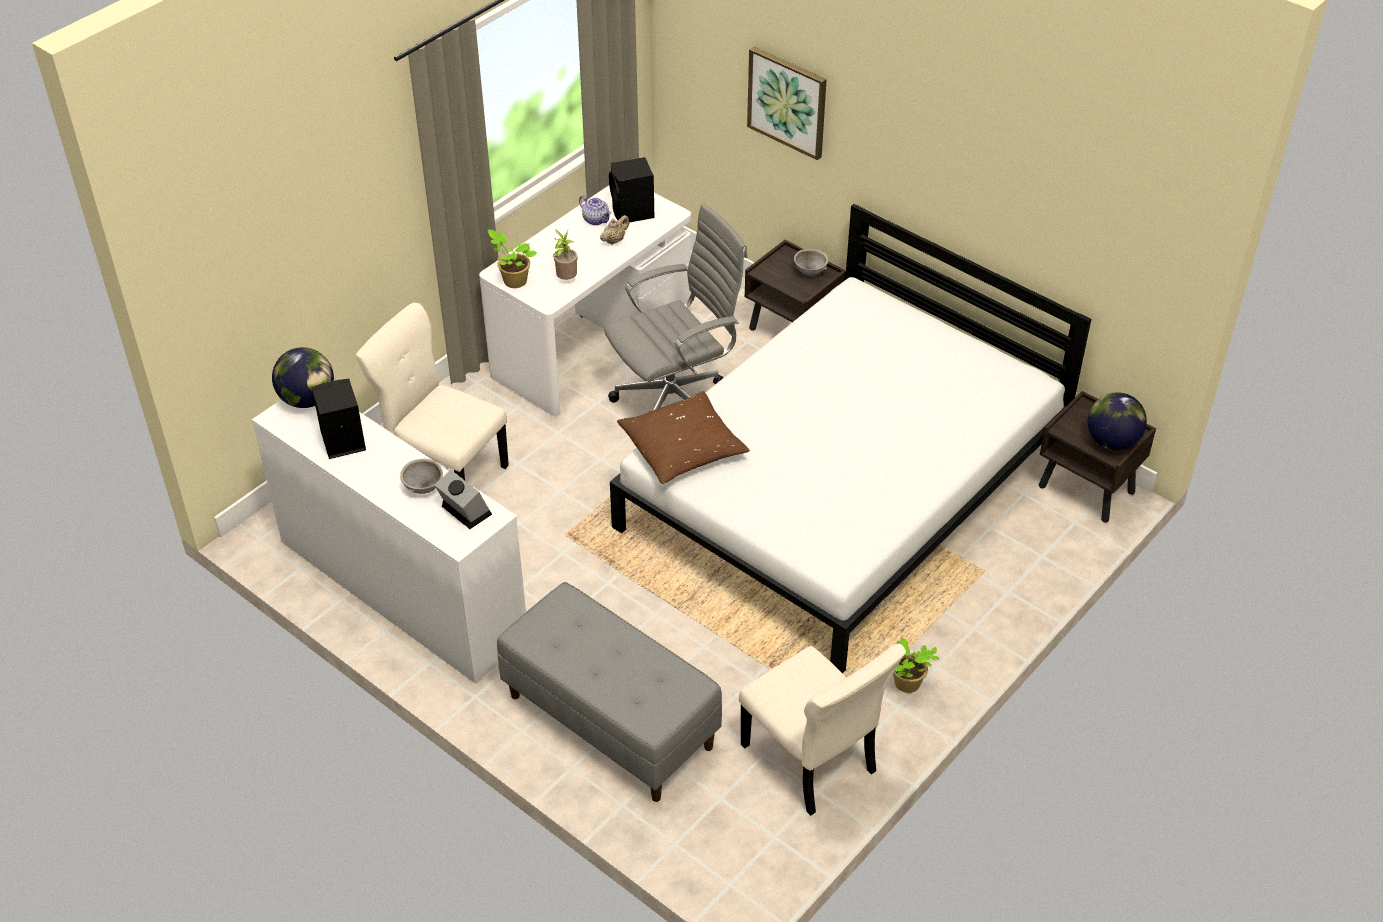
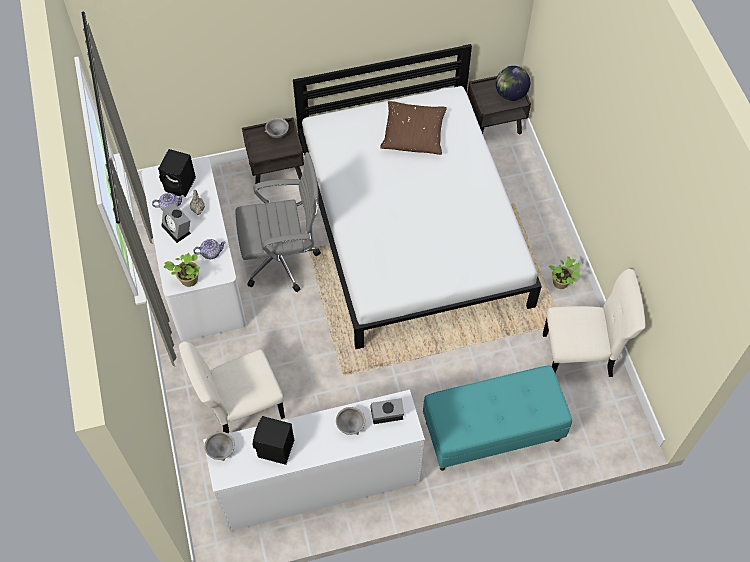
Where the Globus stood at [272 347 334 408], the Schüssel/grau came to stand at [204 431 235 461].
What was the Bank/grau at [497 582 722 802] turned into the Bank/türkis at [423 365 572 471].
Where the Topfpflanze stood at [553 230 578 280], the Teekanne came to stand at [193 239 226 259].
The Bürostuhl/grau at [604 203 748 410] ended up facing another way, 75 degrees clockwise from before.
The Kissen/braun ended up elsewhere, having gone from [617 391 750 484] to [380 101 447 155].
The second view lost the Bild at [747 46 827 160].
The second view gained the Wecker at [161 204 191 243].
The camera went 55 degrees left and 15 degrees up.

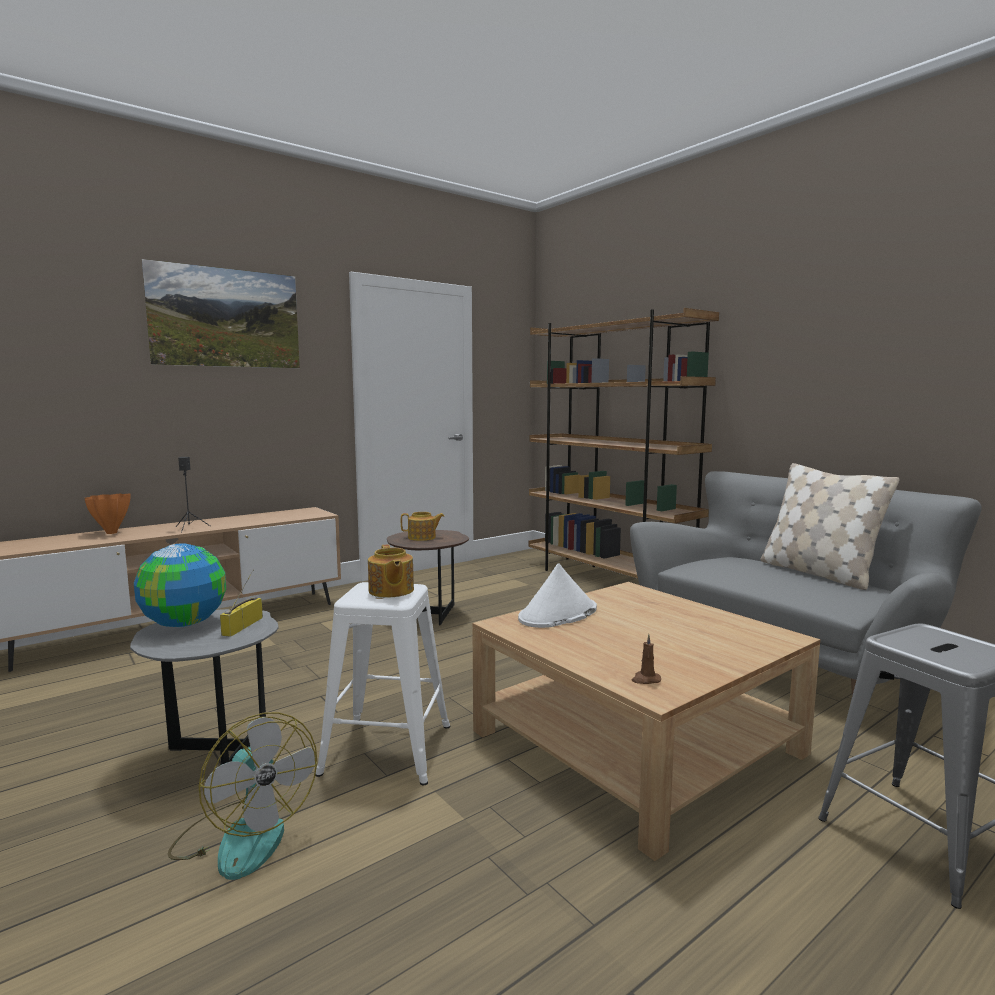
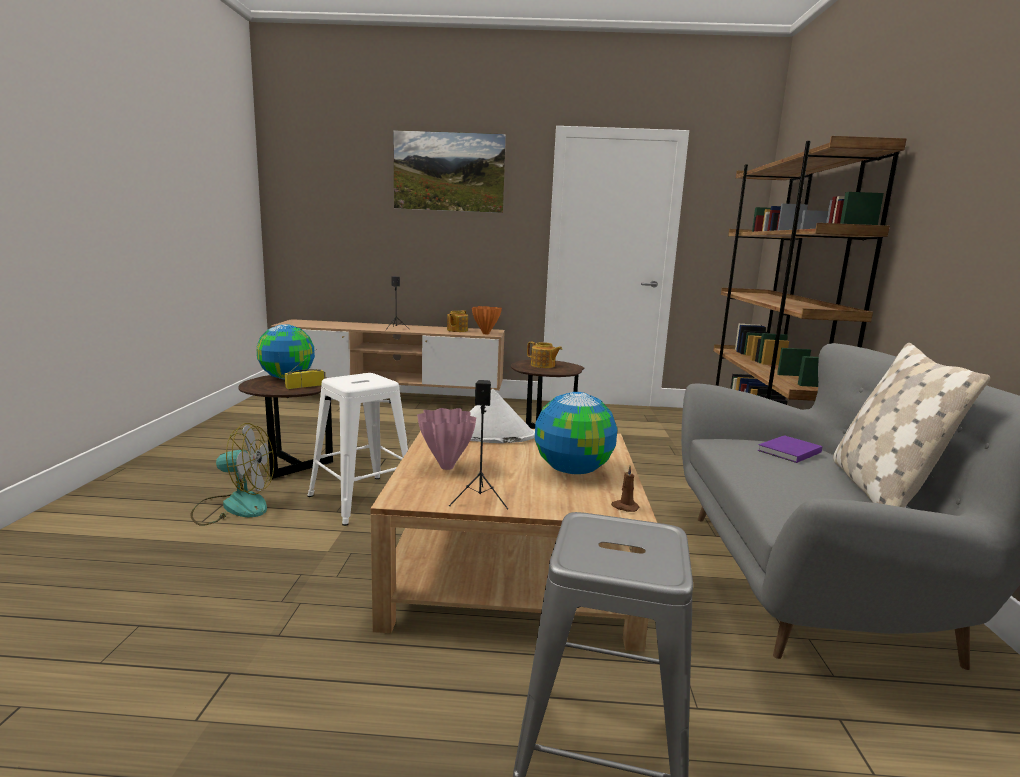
The Vase/orange ended up elsewhere, having gone from [85 494 131 534] to [472 306 502 334].
What was the Beistelltisch/grau at [130 609 279 765] turned into the Beistelltisch/braun at [238 375 333 479].
The Ventilator at [168 712 317 880] ended up facing another way, 90 degrees counterclockwise from before.
The Teekanne ended up elsewhere, having gone from [368 545 414 598] to [447 310 468 332].
The Kerze/braun ended up elsewhere, having gone from [632 634 661 684] to [611 465 639 512].
The second view gained the Vase/rosa at [417 408 476 470].
The second view gained the Lautsprecher/schwarz at [449 380 508 509].
The second view gained the Globus at [535 392 617 474].
The second view gained the Buch/lila at [758 435 822 463].
The camera went 40 degrees right and 5 degrees up.

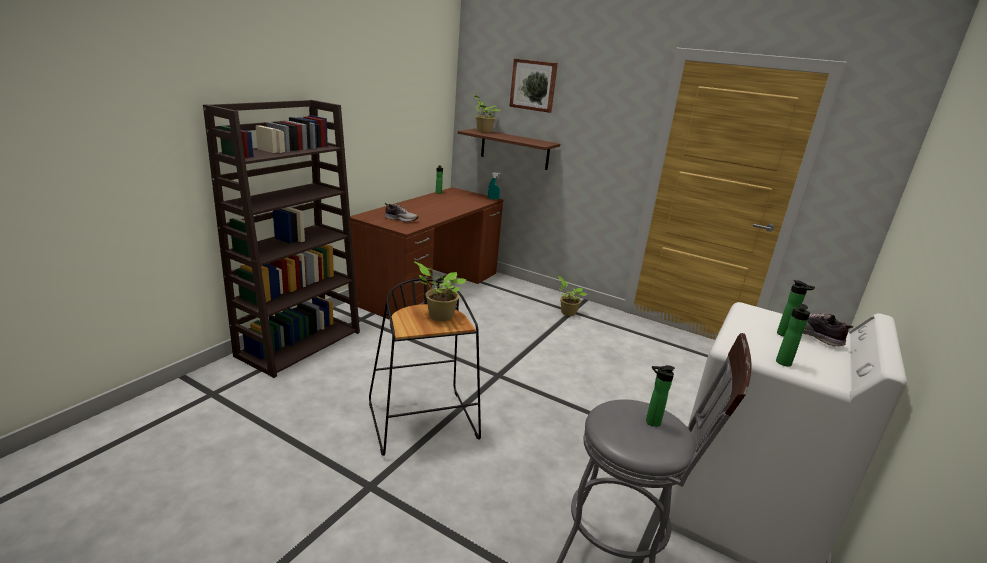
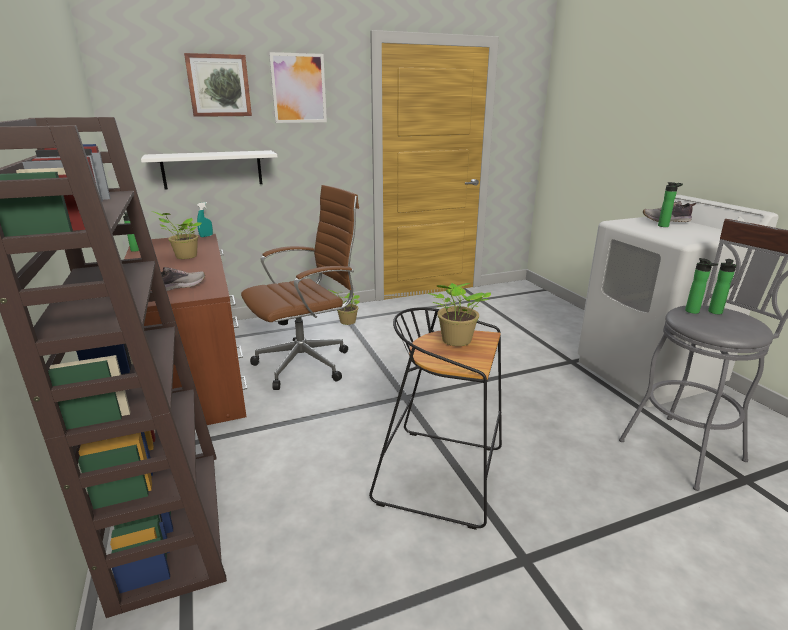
What was the Wandregal/braun at [458 128 560 170] turned into the Wandregal/weiß at [141 150 277 190].
The Topfpflanze ended up elsewhere, having gone from [473 94 500 133] to [152 211 202 259].
The Flasche ended up elsewhere, having gone from [776 304 810 367] to [685 258 718 314].
The second view gained the Bürostuhl/braun at [241 185 359 390].
The second view gained the Bild at [269 52 327 123].
The camera went 50 degrees left and 0 degrees up.

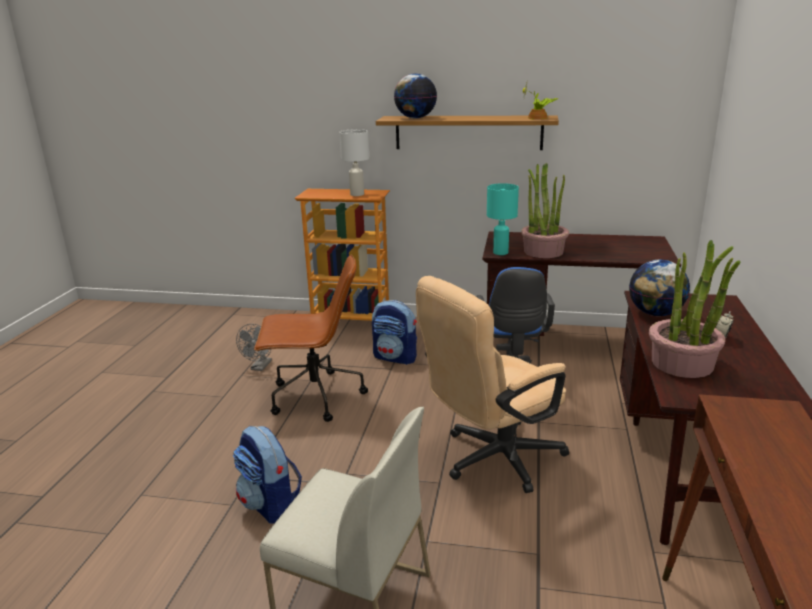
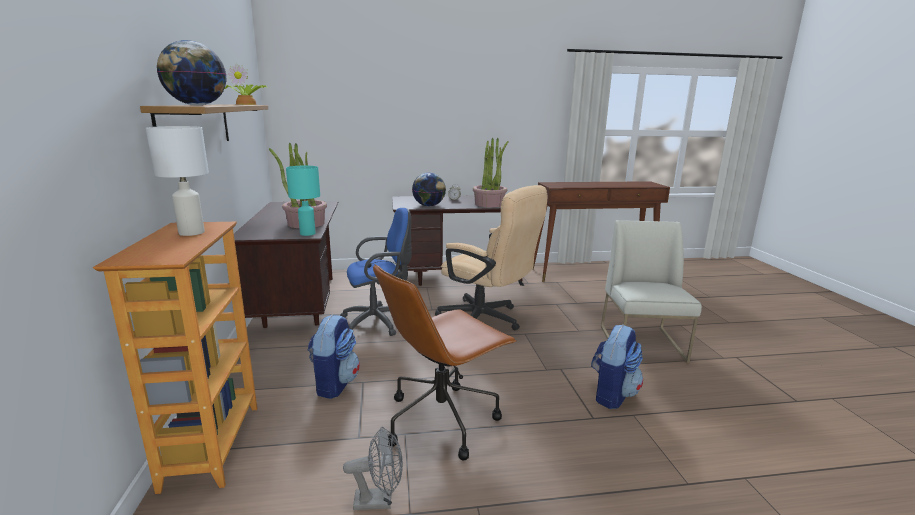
The Bürostuhl/braun at [254 255 368 422] ended up facing another way, 105 degrees counterclockwise from before.
The camera went 110 degrees left and 5 degrees down.

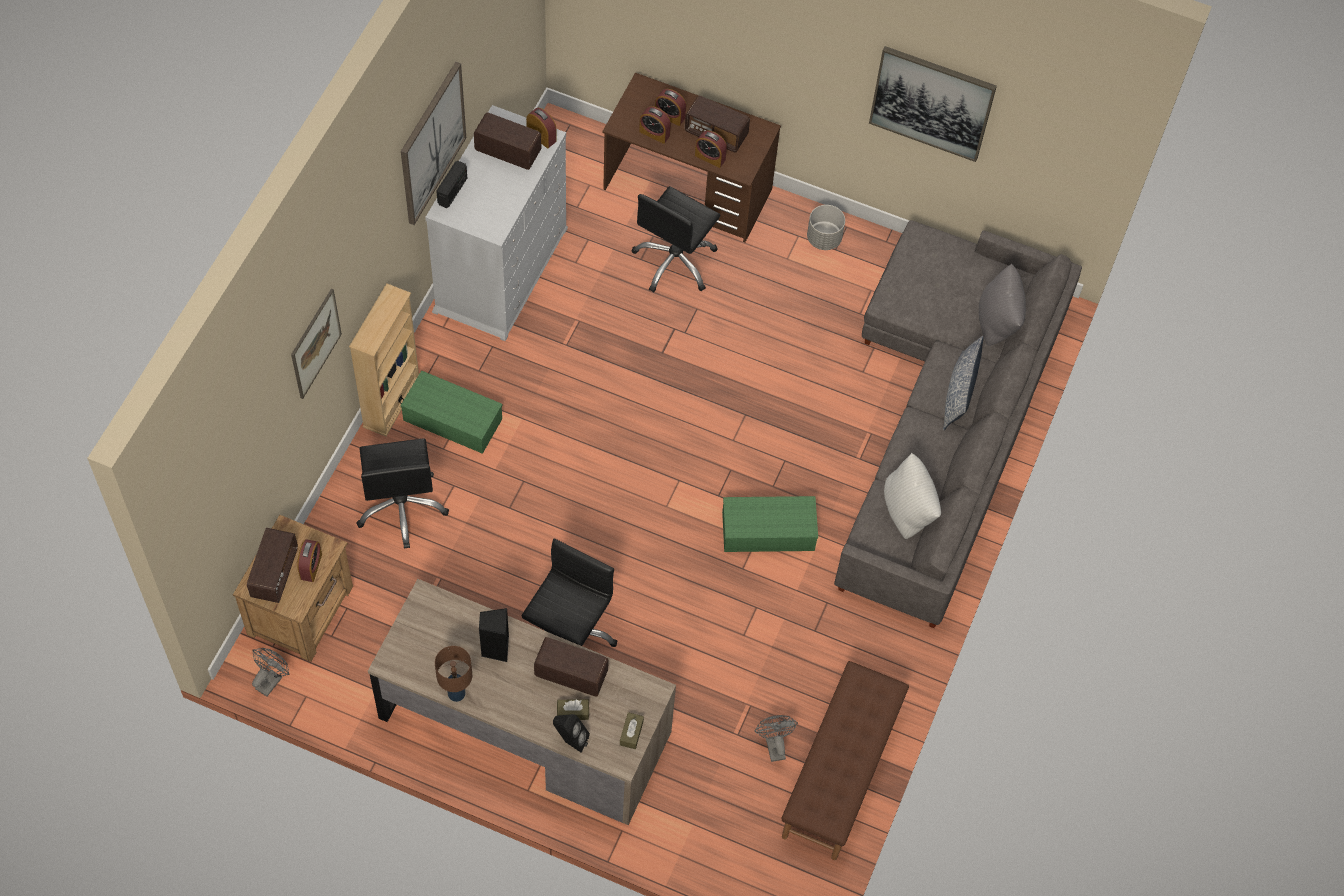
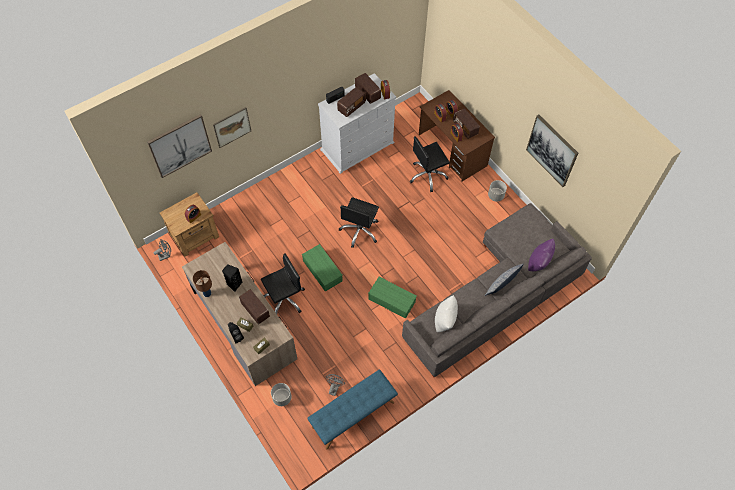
The Radio ended up elsewhere, having gone from [247 528 298 603] to [337 87 366 117].
The second view lost the Bücherregal/beige at [349 283 419 437].
The Bürostuhl/schwarz ended up elsewhere, having gone from [356 438 449 549] to [339 197 379 248].
The Bild ended up elsewhere, having gone from [401 62 466 225] to [147 114 212 178].
The Aufbewahrungsbox/grün ended up elsewhere, having gone from [401 370 502 454] to [302 244 343 292].
What was the Bank/braun at [781 661 909 860] turned into the Bank/blau at [307 369 398 449].
What was the Kissen/grau at [979 263 1026 346] turned into the Kissen/lila at [528 238 555 271].
The second view gained the Pflanzkübel/grau at [271 383 292 406].
The camera went 35 degrees right and 0 degrees up.

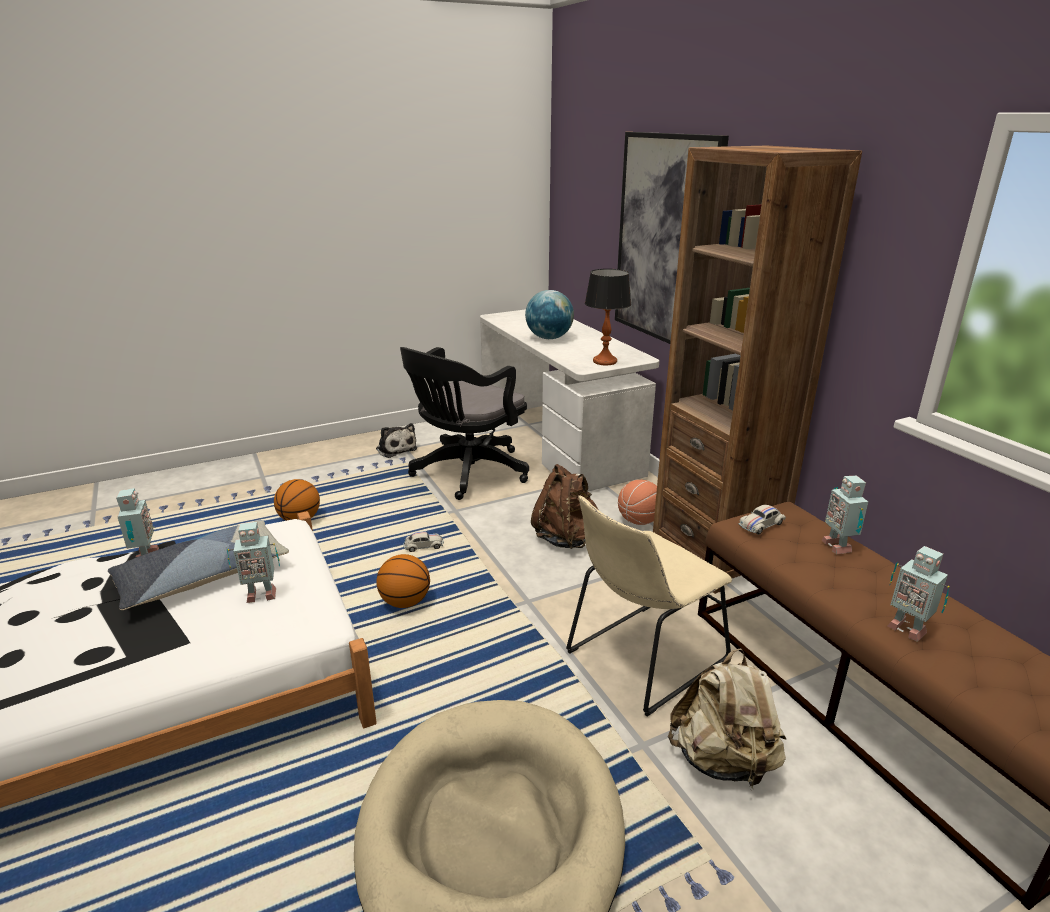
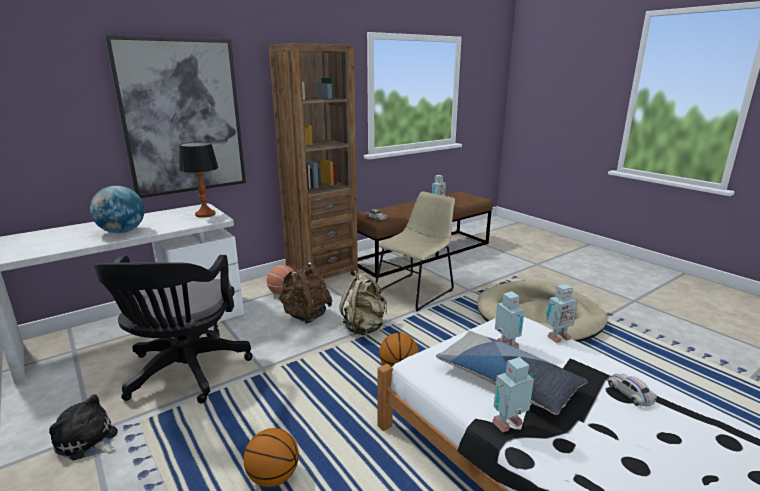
The Plüschtier at [376 423 417 458] ended up facing another way, 105 degrees counterclockwise from before.
The Bürostuhl/schwarz at [400 347 529 500] ended up facing another way, 60 degrees clockwise from before.
The Spielzeugauto/weiß ended up elsewhere, having gone from [403 531 444 552] to [606 374 657 406].
The Stuhl/beige at [566 495 732 717] ended up facing another way, 90 degrees counterclockwise from before.
The Rucksack/beige ended up elsewhere, having gone from [668 648 786 790] to [339 270 387 335].
The Spielzeugroboter ended up elsewhere, having gone from [822 476 868 554] to [546 284 578 343].
The camera went 100 degrees left and 5 degrees down.

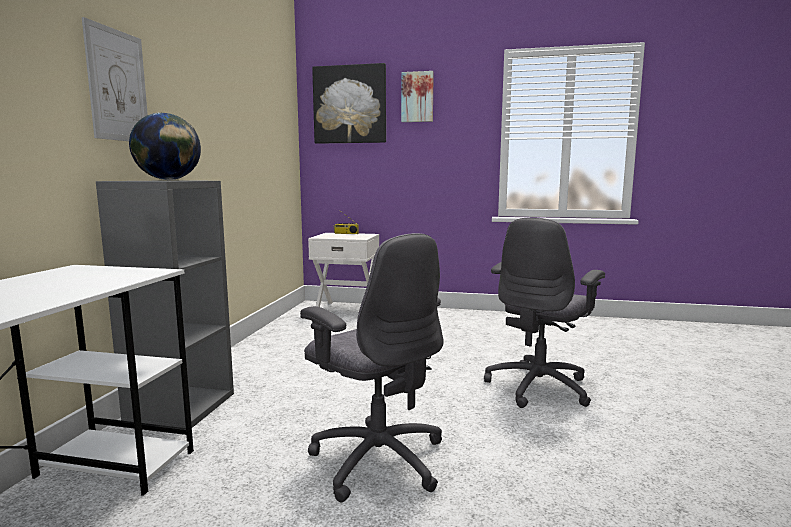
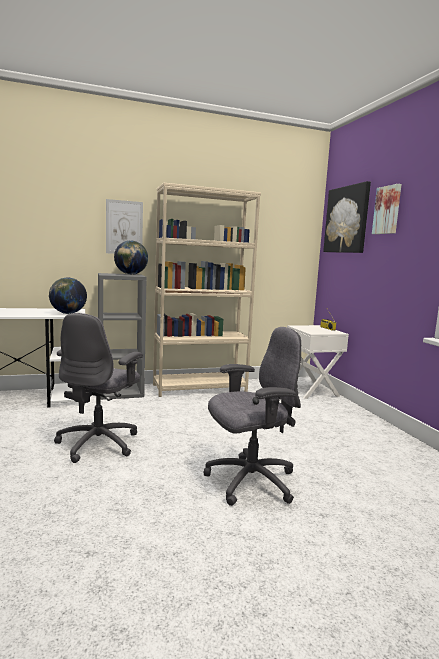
The Bürostuhl/grau at [484 217 605 408] ended up facing another way, 150 degrees clockwise from before.
The second view gained the Globus at [49 278 87 314].
The second view gained the Bücherregal/beige at [153 183 261 397].
The camera went 60 degrees right and 0 degrees up.

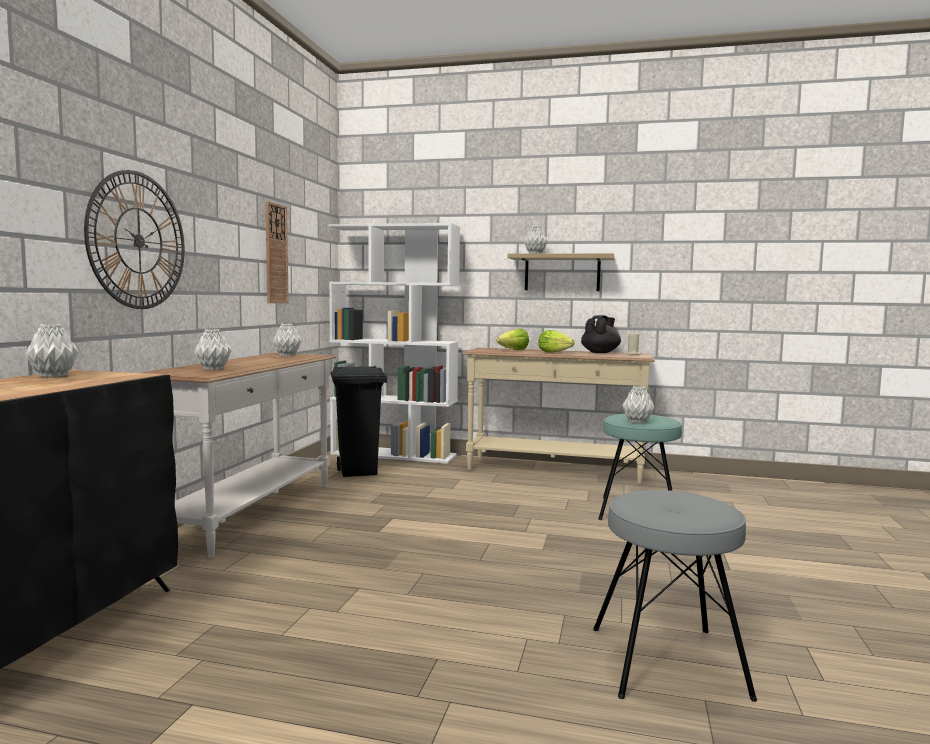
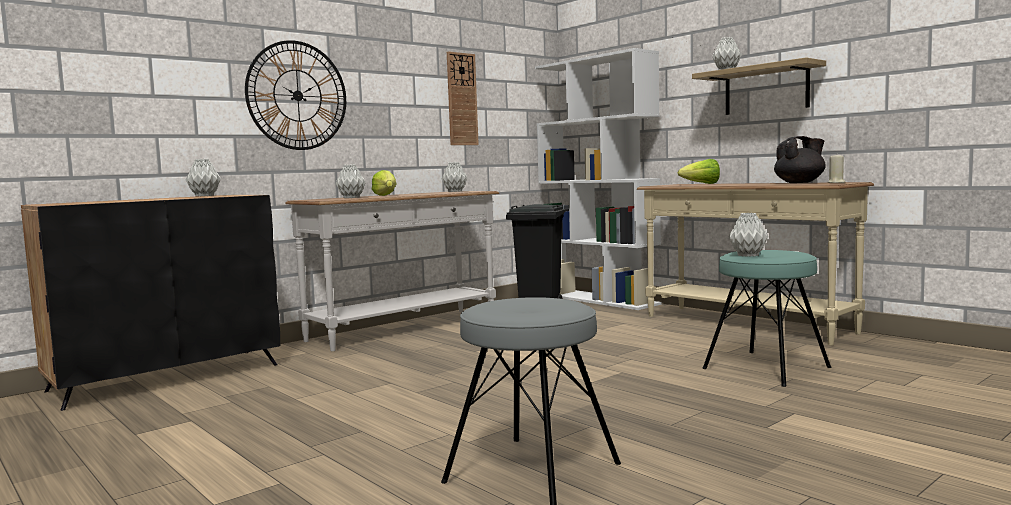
The Salatkopf ended up elsewhere, having gone from [538 330 574 353] to [372 170 397 196].
The camera went 35 degrees right and 0 degrees up.

